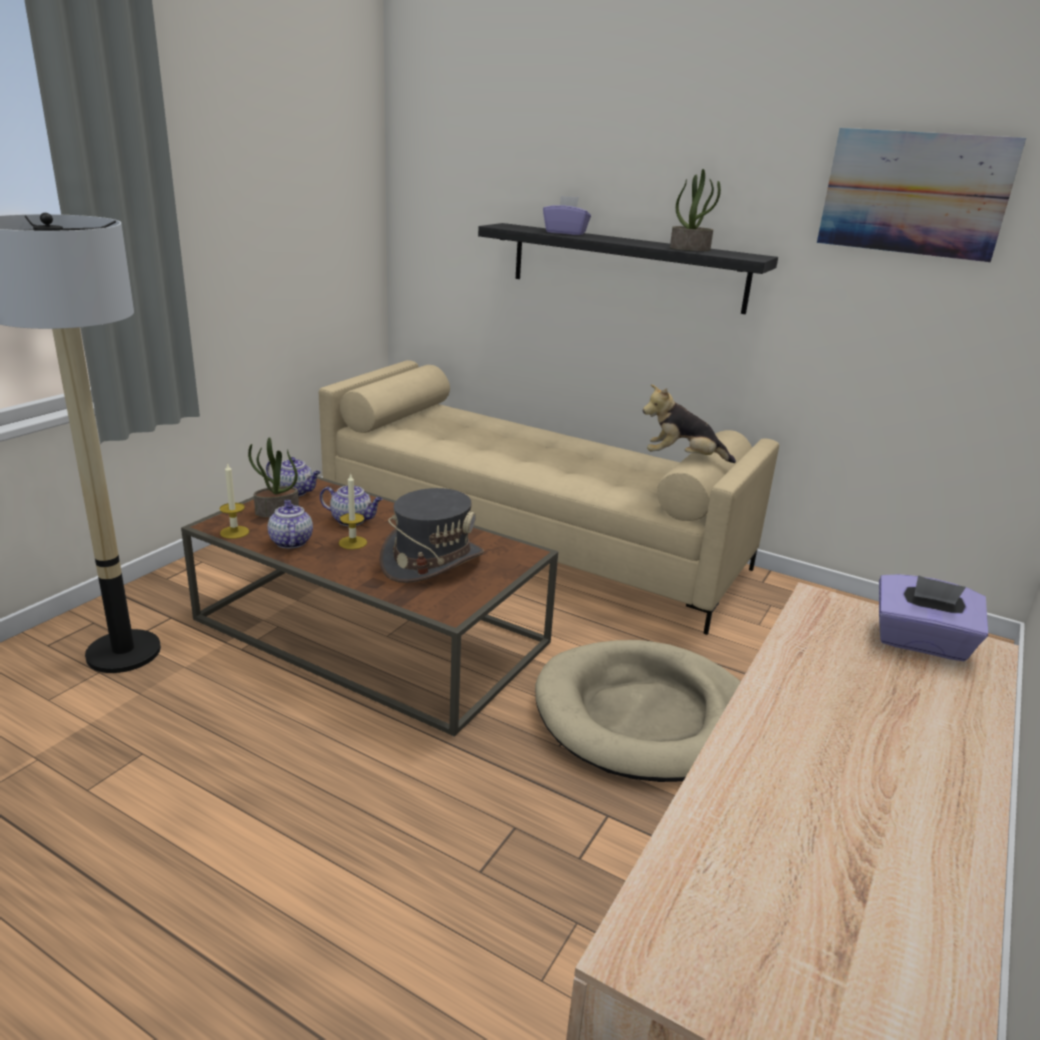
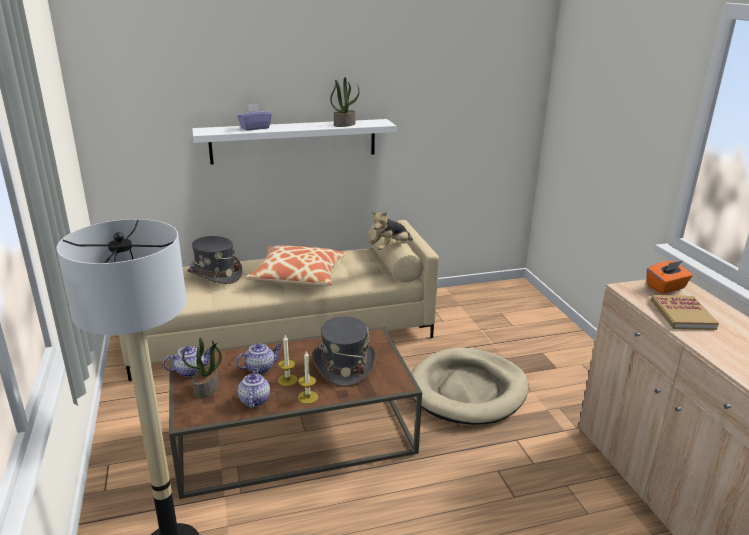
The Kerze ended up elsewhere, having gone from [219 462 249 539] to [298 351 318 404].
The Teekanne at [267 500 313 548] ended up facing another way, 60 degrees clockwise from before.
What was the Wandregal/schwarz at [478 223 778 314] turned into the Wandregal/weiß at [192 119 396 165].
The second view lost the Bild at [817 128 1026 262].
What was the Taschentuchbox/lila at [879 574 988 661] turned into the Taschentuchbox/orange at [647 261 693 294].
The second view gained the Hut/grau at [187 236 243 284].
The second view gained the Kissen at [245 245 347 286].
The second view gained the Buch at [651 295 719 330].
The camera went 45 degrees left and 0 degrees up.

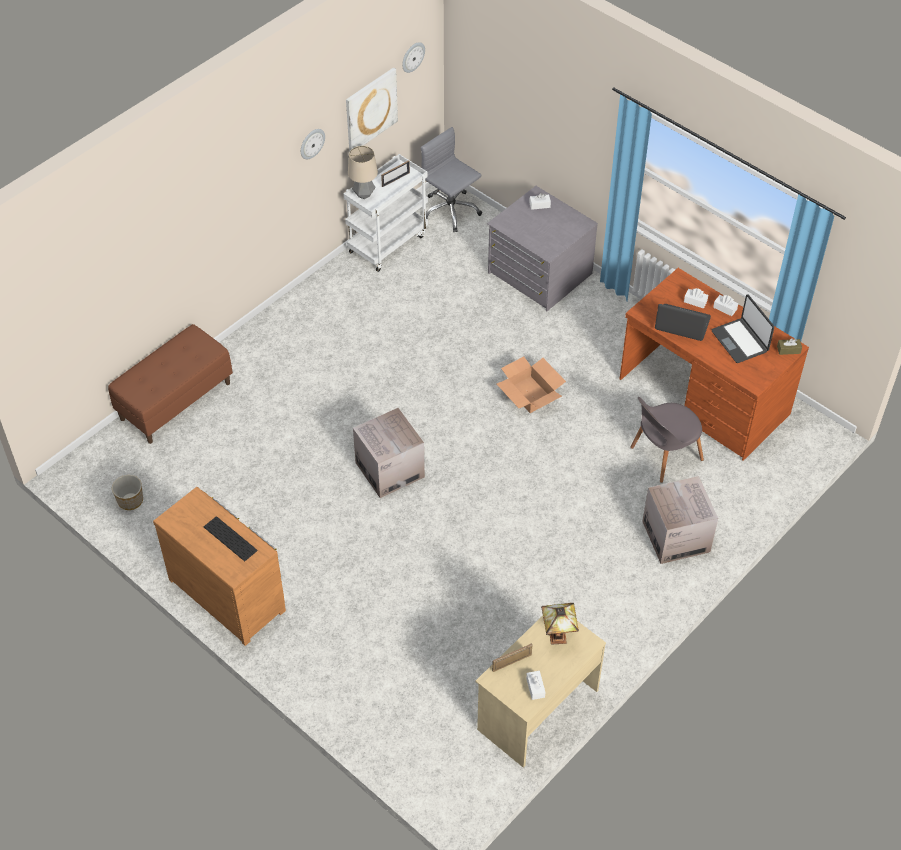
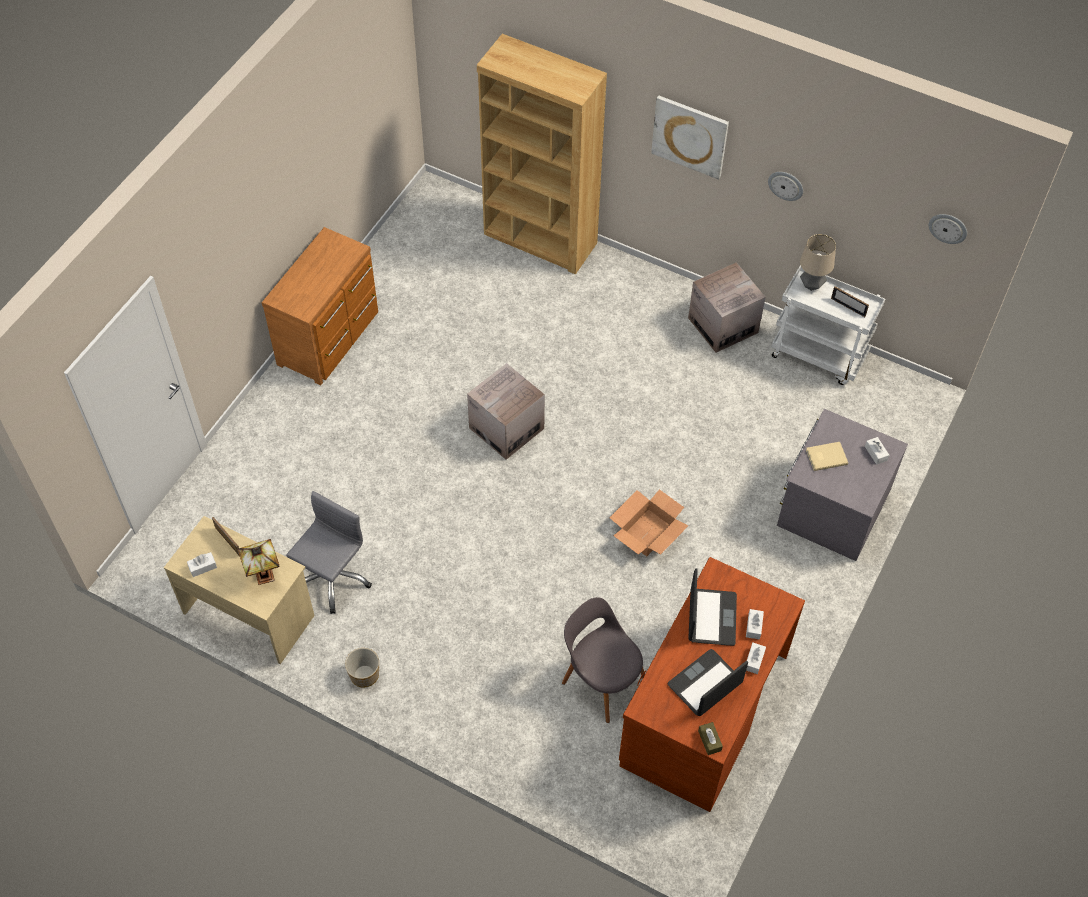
Where the Bank/braun stood at [108 324 233 444], the Bücherregal/braun came to stand at [477 34 607 274].
The Pflanzkübel ended up elsewhere, having gone from [112 475 143 510] to [345 648 379 688].
The second view lost the Tastatur at [204 516 258 561].
The Bild ended up elsewhere, having gone from [346 68 398 152] to [651 95 729 179].
The Bürostuhl/grau ended up elsewhere, having gone from [421 127 482 232] to [286 491 372 614].
The Karton ended up elsewhere, having gone from [642 476 718 564] to [688 262 766 353].
The second view gained the Buch/beige at [806 442 848 471].
The camera went 75 degrees right and 5 degrees up.

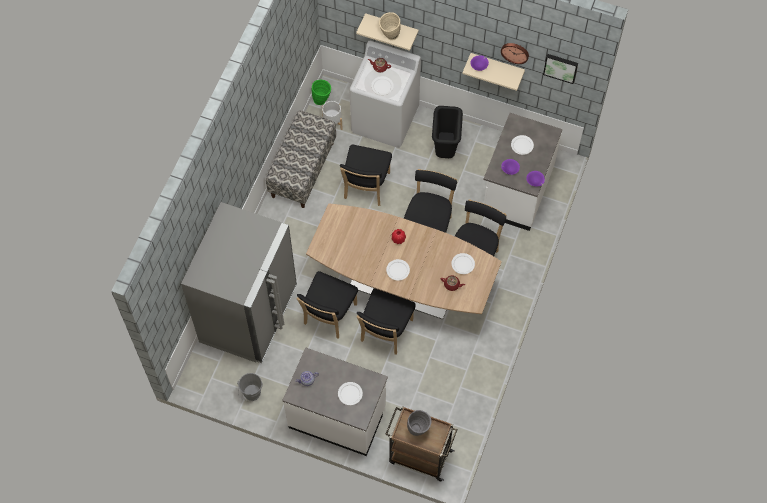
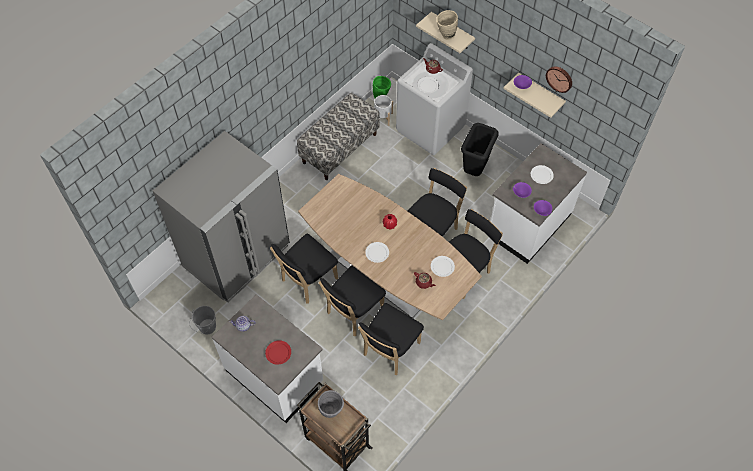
What was the Teller/weiß at [338 382 363 405] turned into the Teller/rot at [265 340 291 365].
The Stuhl/schwarz ended up elsewhere, having gone from [340 145 392 206] to [358 303 424 375].
The second view lost the Bild at [543 54 578 84].
The camera went 20 degrees right and 5 degrees down.

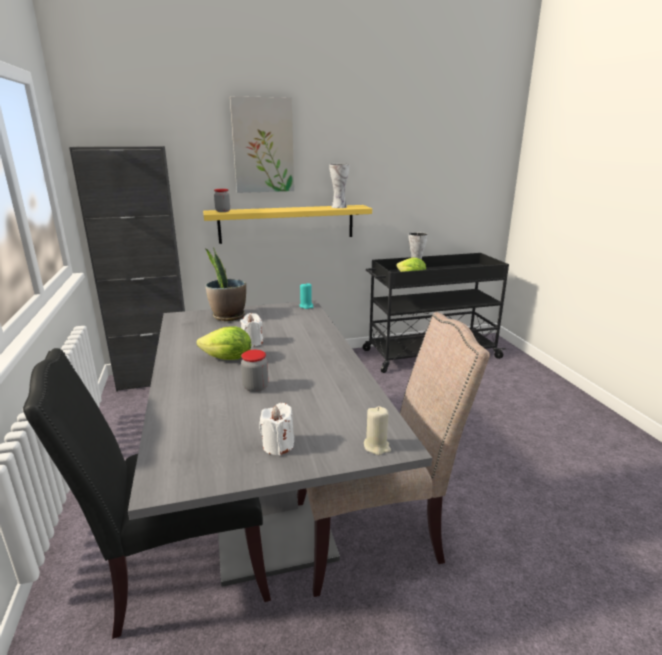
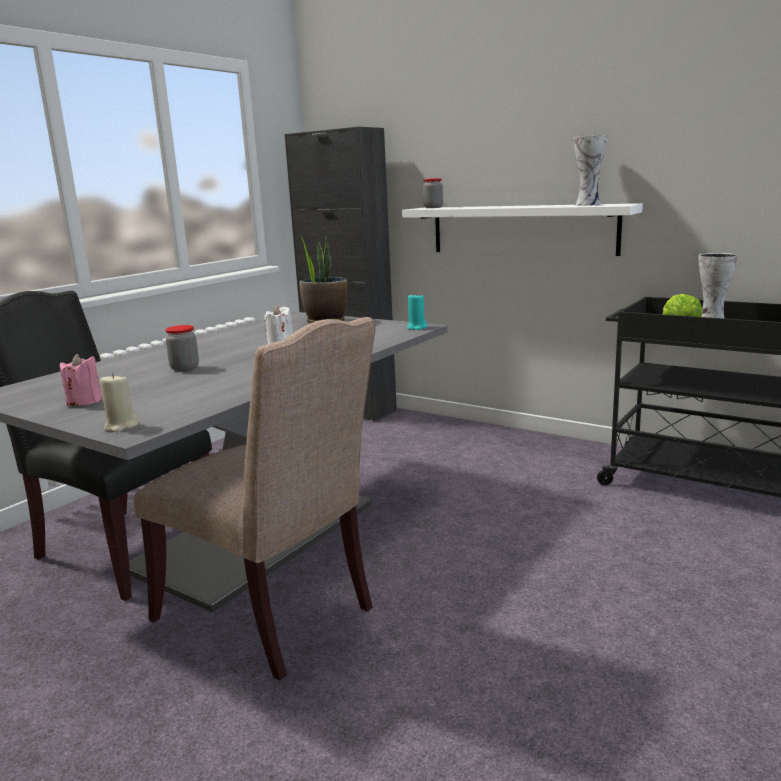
The second view lost the Salatkopf at [196 326 251 360].
What was the Wandregal/gelb at [203 205 372 244] turned into the Wandregal/weiß at [402 203 643 256].
The second view lost the Bild at [230 96 294 193].
What was the Kerze/weiß at [259 403 294 455] turned into the Kerze/rosa at [60 354 102 406].
The camera went 50 degrees right and 5 degrees down.

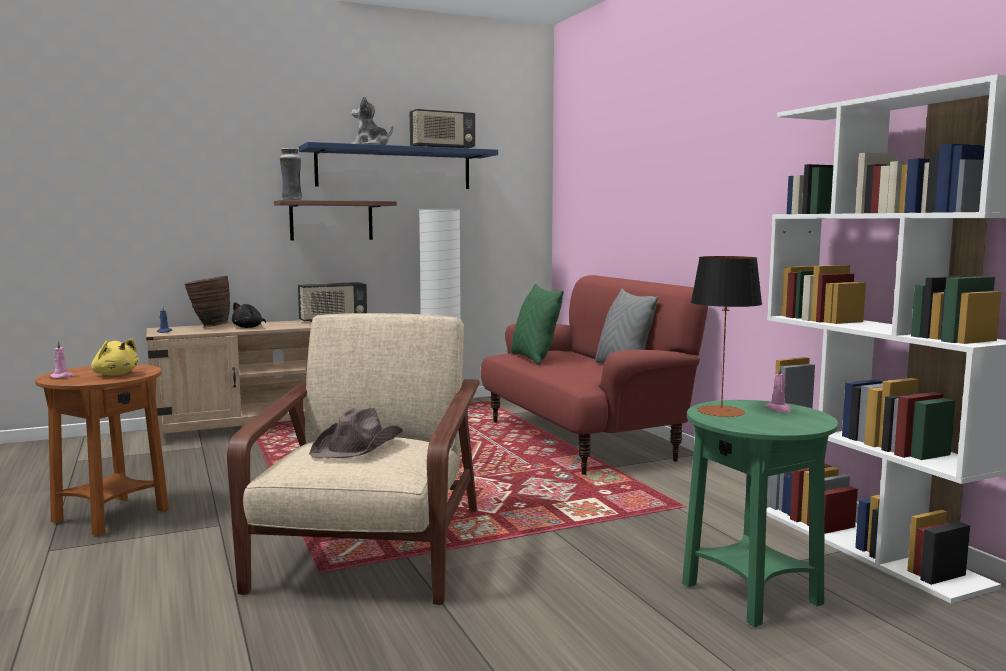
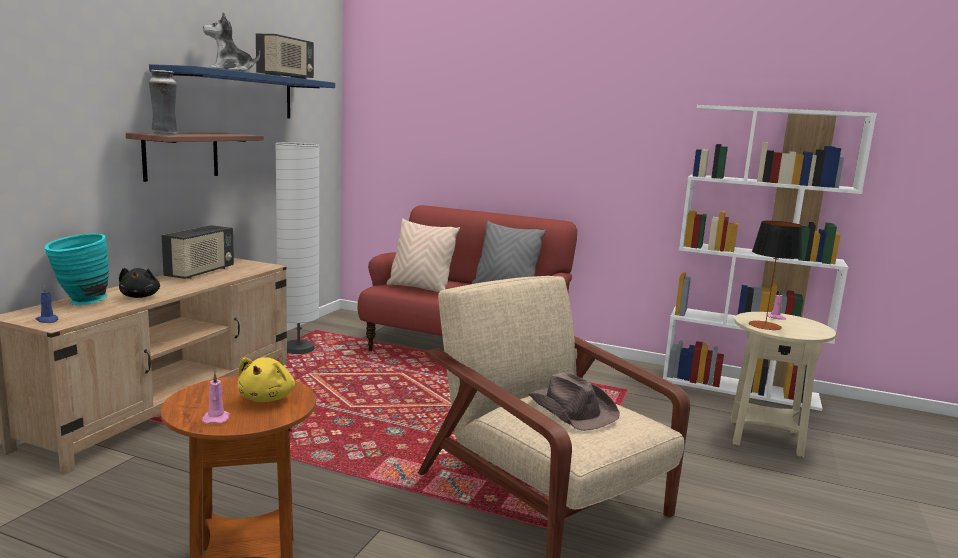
The Plüschtier/gelb at [91 339 139 376] ended up facing another way, 105 degrees clockwise from before.
What was the Vase/braun at [185 276 230 328] turned into the Vase/türkis at [44 233 109 305].
What was the Kissen/grün at [511 284 564 364] turned into the Kissen/beige at [386 218 460 293].
What was the Beistelltisch/grün at [682 400 838 627] turned into the Beistelltisch/beige at [731 312 836 457].
The camera went 45 degrees left and 5 degrees up.

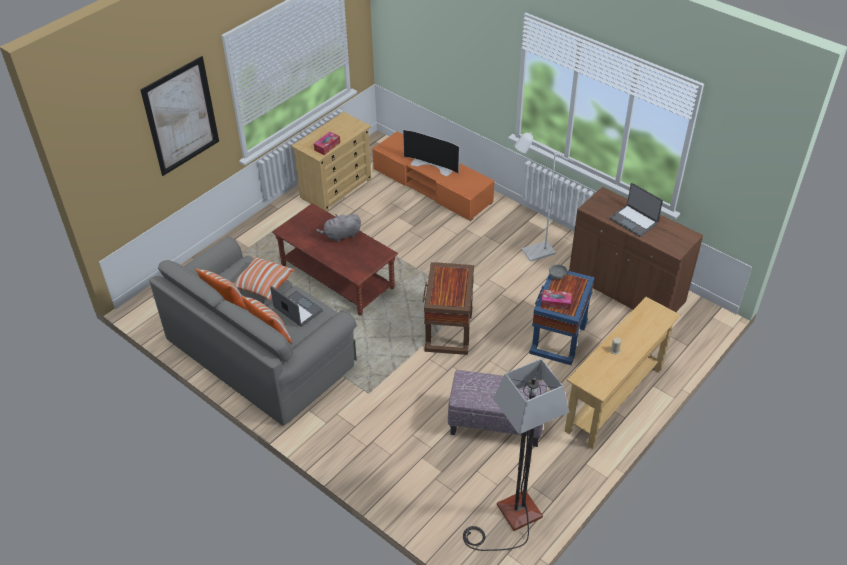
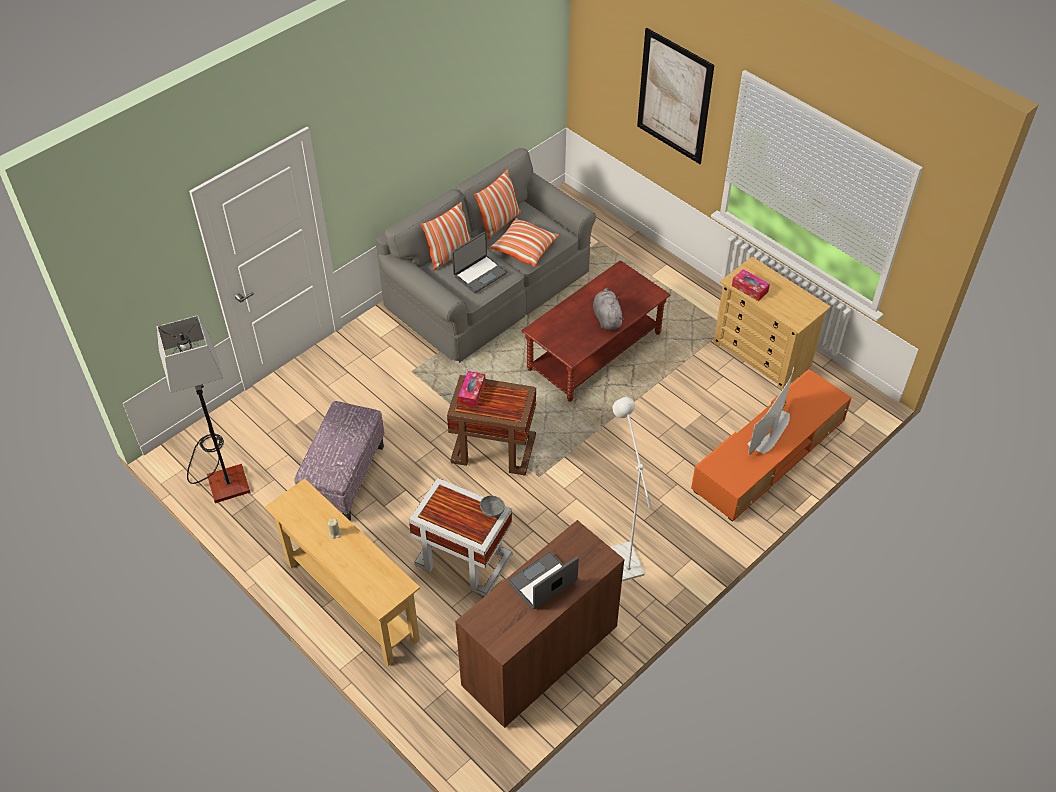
What was the Beistelltisch/blau at [529 271 595 365] turned into the Beistelltisch/weiß at [409 478 512 596].
The Taschentuchbox ended up elsewhere, having gone from [541 290 572 310] to [458 371 486 407].
The camera went 95 degrees right and 5 degrees up.

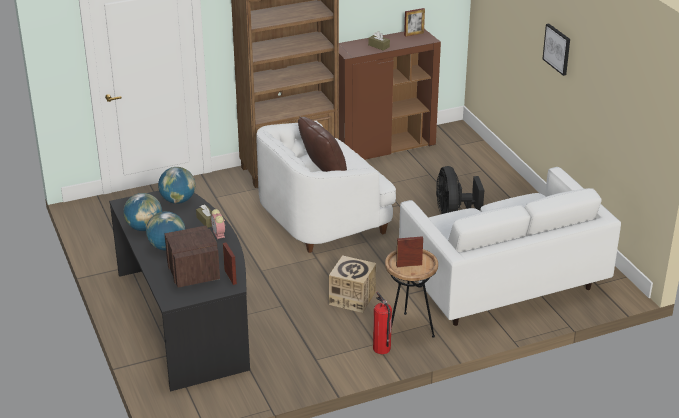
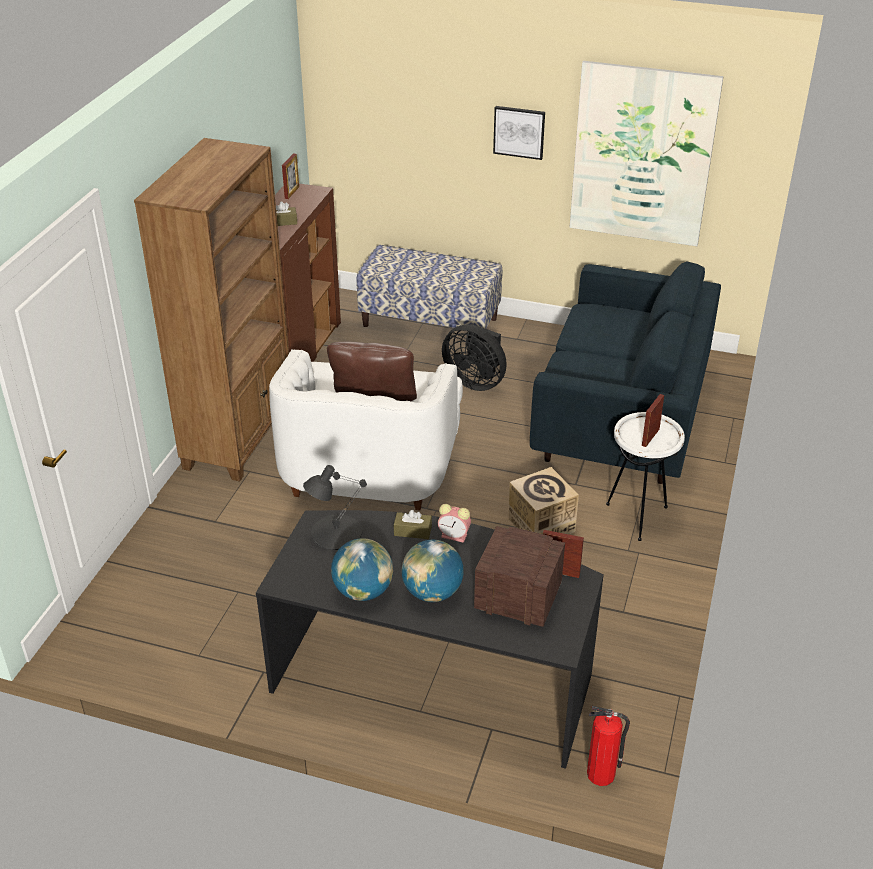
Where the Globus stood at [158 167 195 204], the Tischlampe/schwarz came to stand at [303 465 367 550].
The Feuerlöscher ended up elsewhere, having gone from [373 292 392 354] to [587 706 630 786].
What was the Beistelltisch/braun at [385 249 438 337] turned into the Beistelltisch/weiß at [606 412 685 541].
What was the Sofa/weiß at [399 167 621 326] turned into the Sofa/blau at [530 261 721 484].
The second view gained the Bank at [356 245 502 329].
The second view gained the Bild at [570 61 723 246].
The camera went 50 degrees left and 5 degrees up.

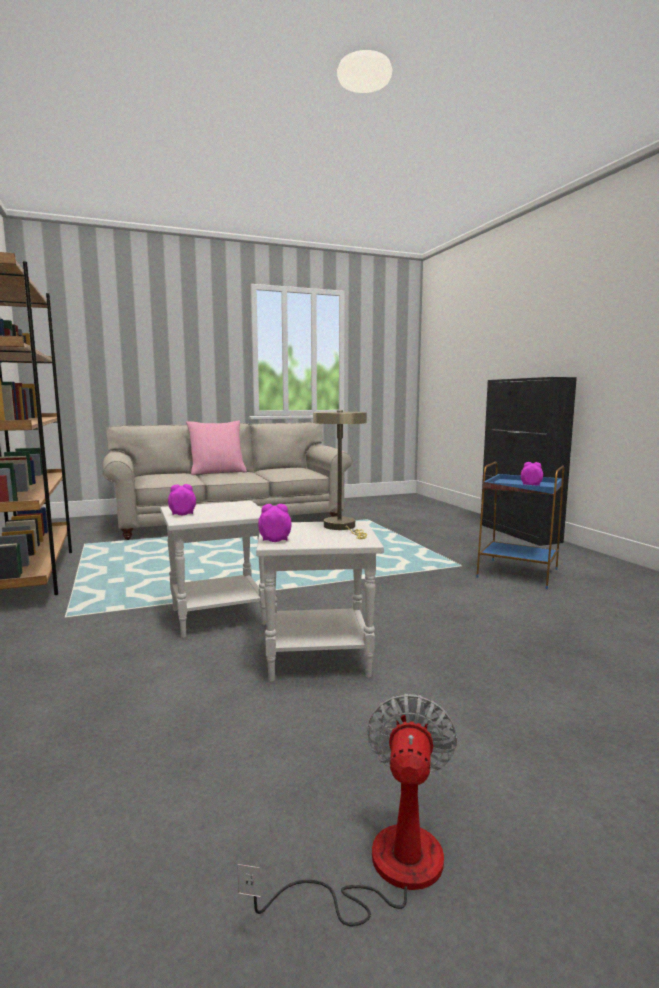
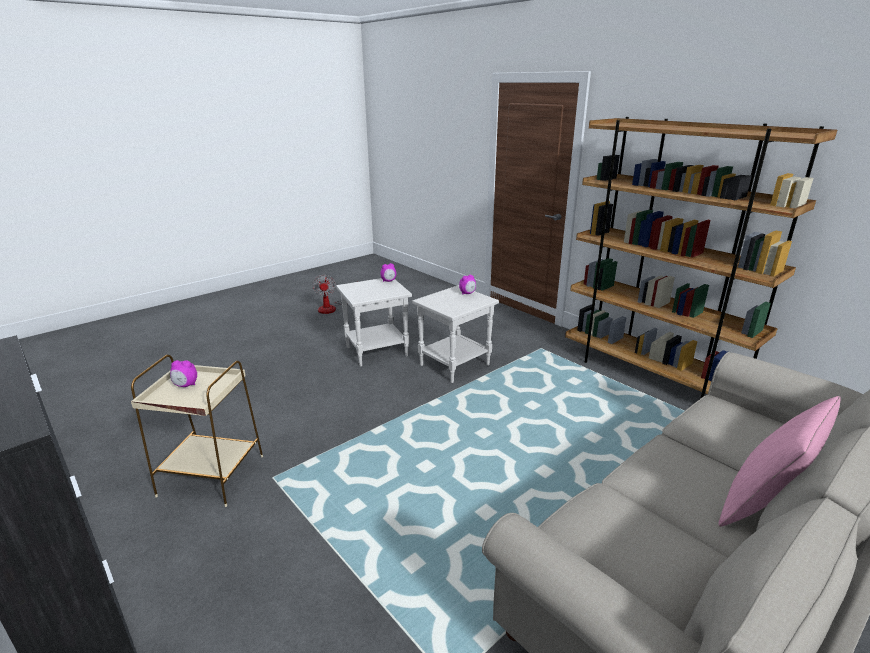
The second view lost the Tischlampe/beige at [313 410 367 539].
What was the Beistelltisch/blau at [476 462 564 589] turned into the Beistelltisch/beige at [131 355 263 507].
The camera went 160 degrees right and 15 degrees up.

